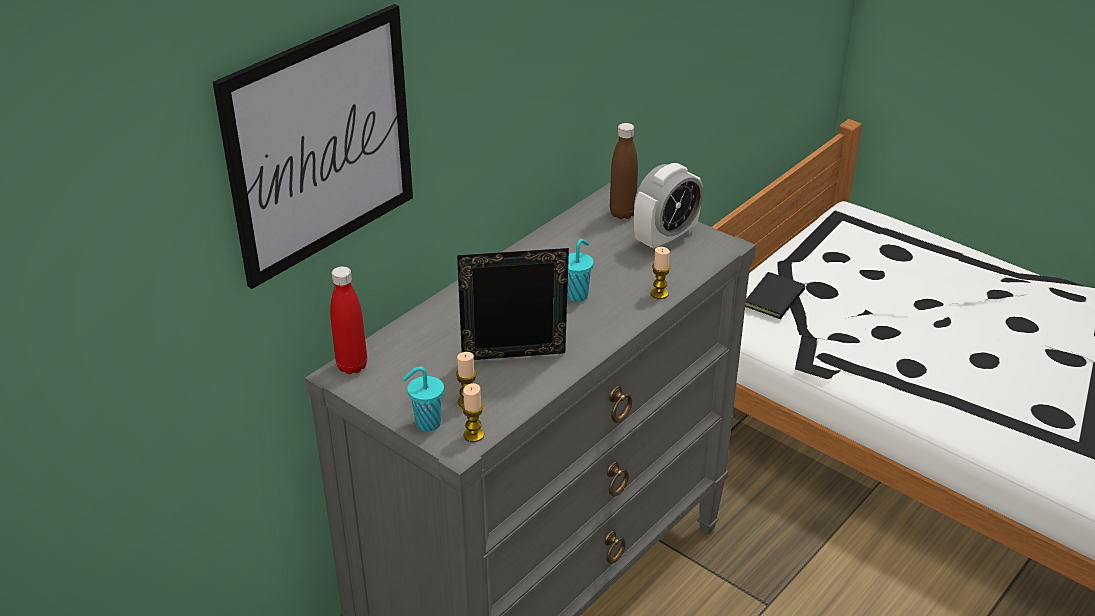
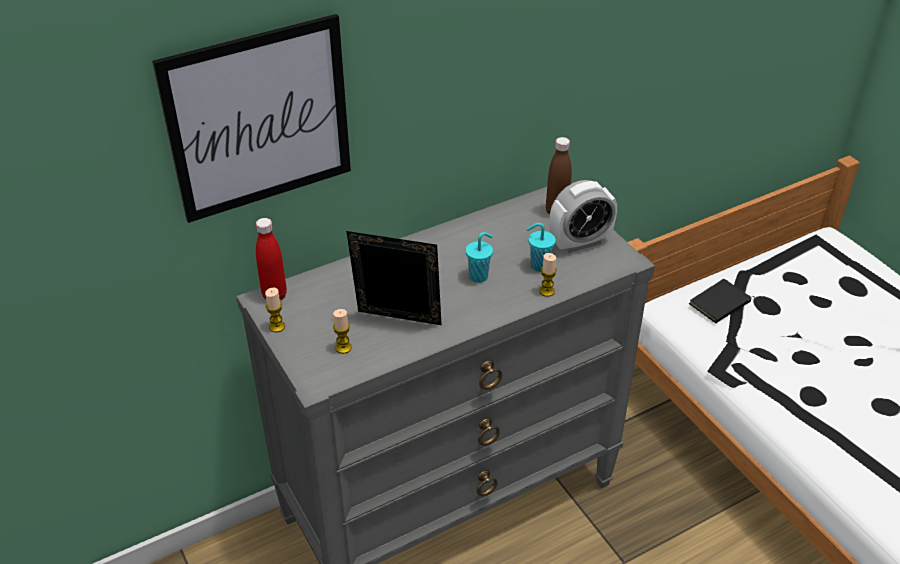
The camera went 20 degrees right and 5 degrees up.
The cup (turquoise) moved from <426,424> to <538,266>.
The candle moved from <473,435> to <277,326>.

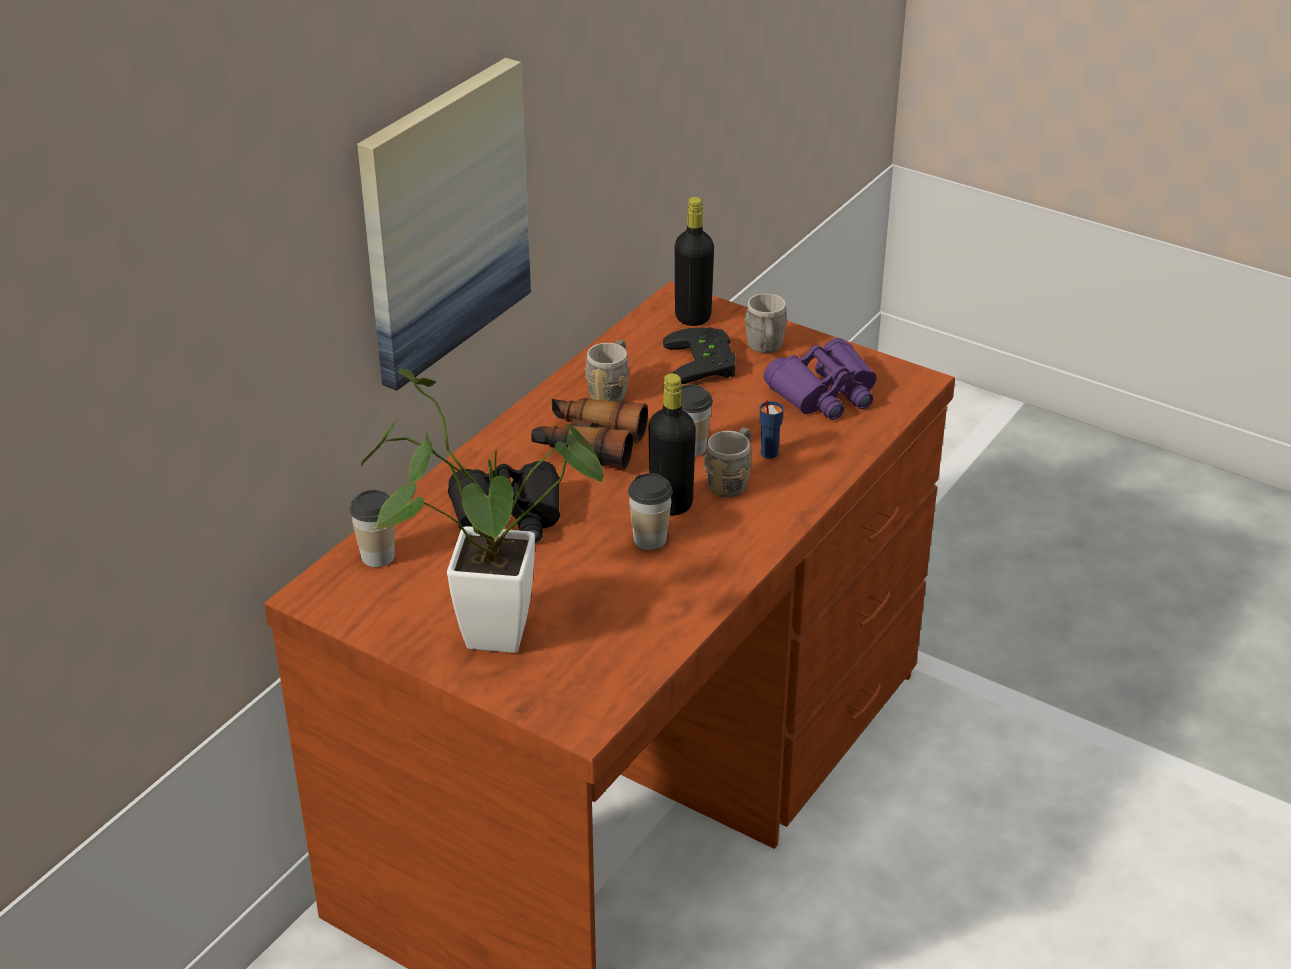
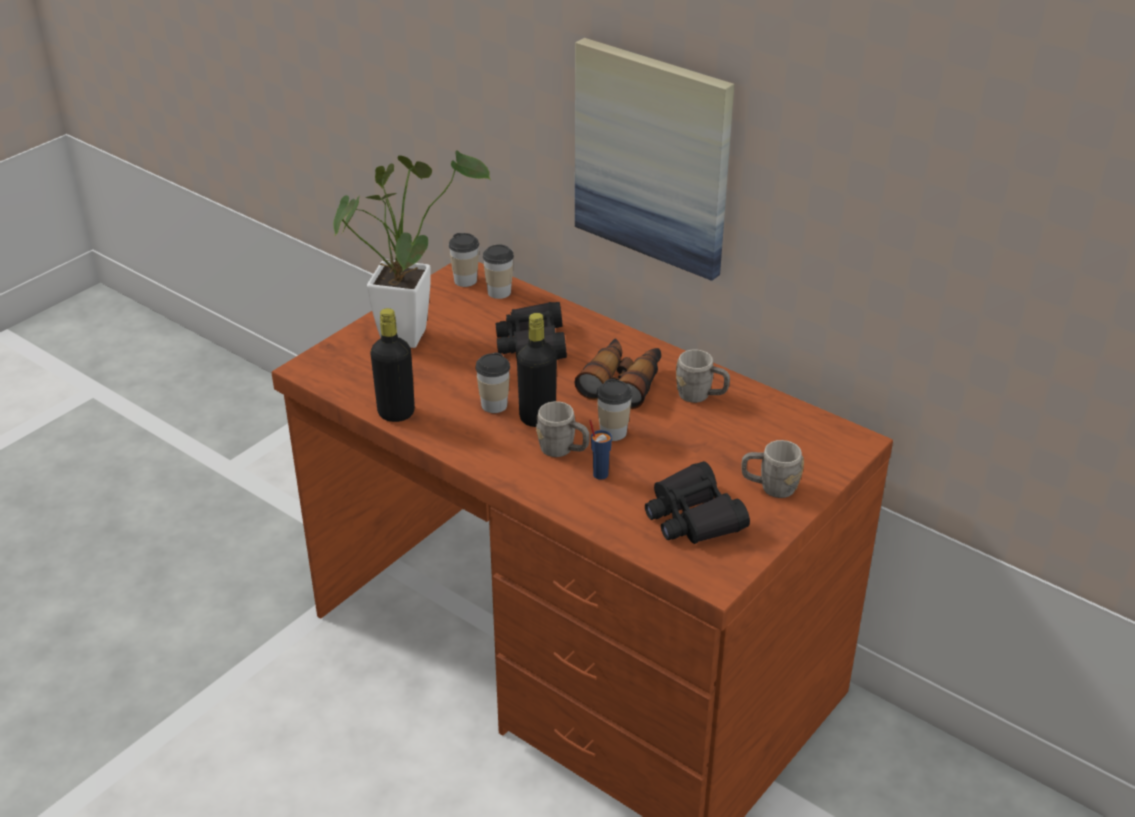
The camera went 95 degrees right and 0 degrees up.
The bottle (black) moved from <693,317> to <396,413>.
The game controller (black) at <706,362> disappeared.
The binoculars (purple) at <824,393> became the binoculars (black) at <693,517>.
The cup at <465,280> appeared.

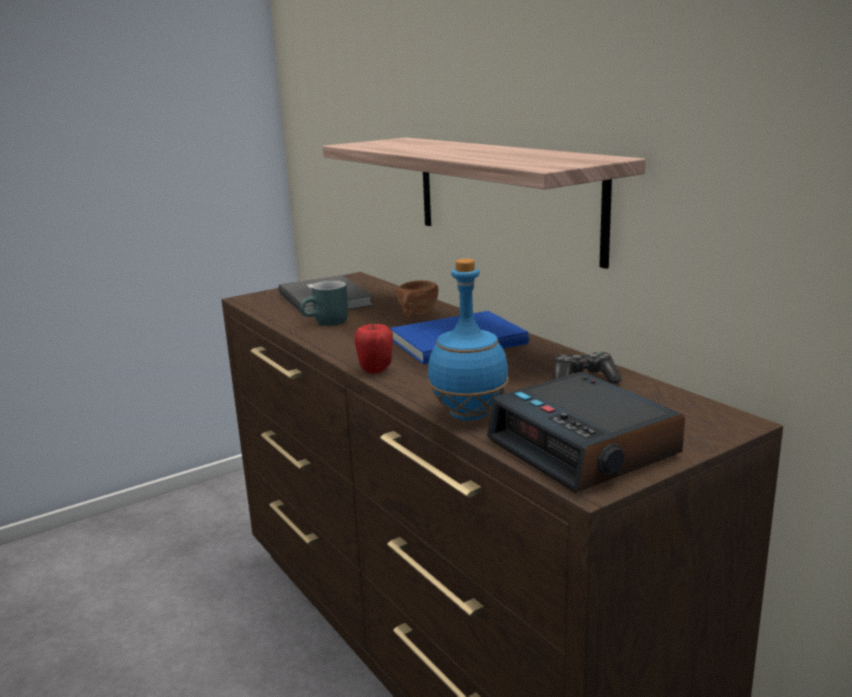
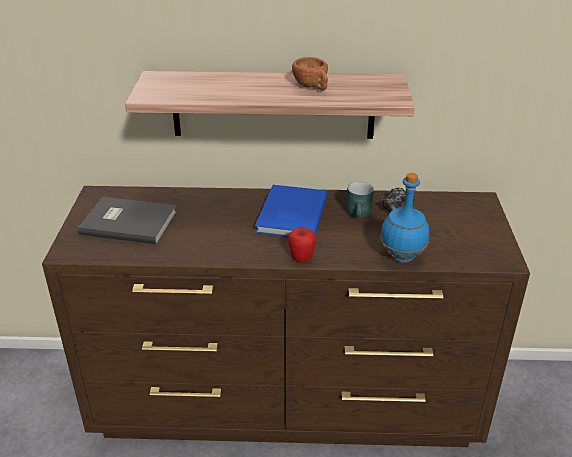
The camera went 55 degrees left and 15 degrees up.
The cup (brown) moved from <416,314> to <312,87>.
The mug (turquoise) moved from <327,323> to <360,215>.
The alarm clock at <585,448> disappeared.

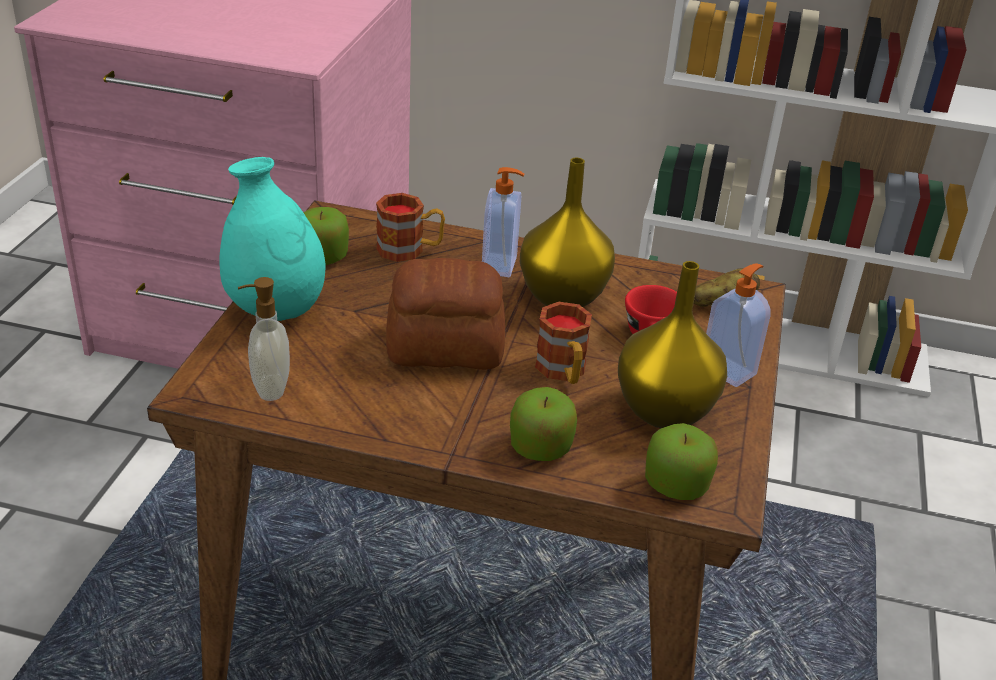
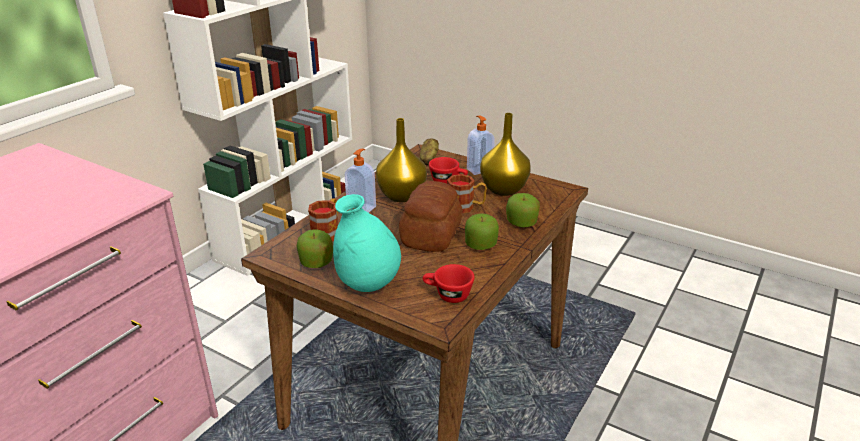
The camera went 70 degrees left and 5 degrees down.
The soap dispenser at <269,388> was replaced by the cup (red) at <447,295>.
The apple moved from <676,485> to <481,245>.

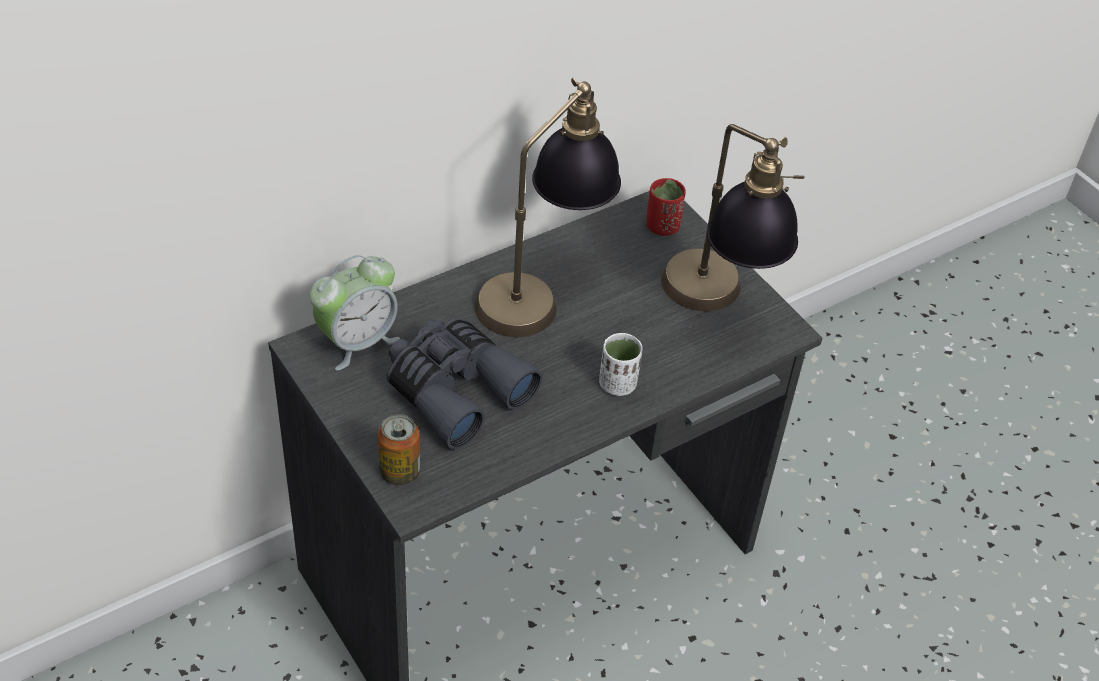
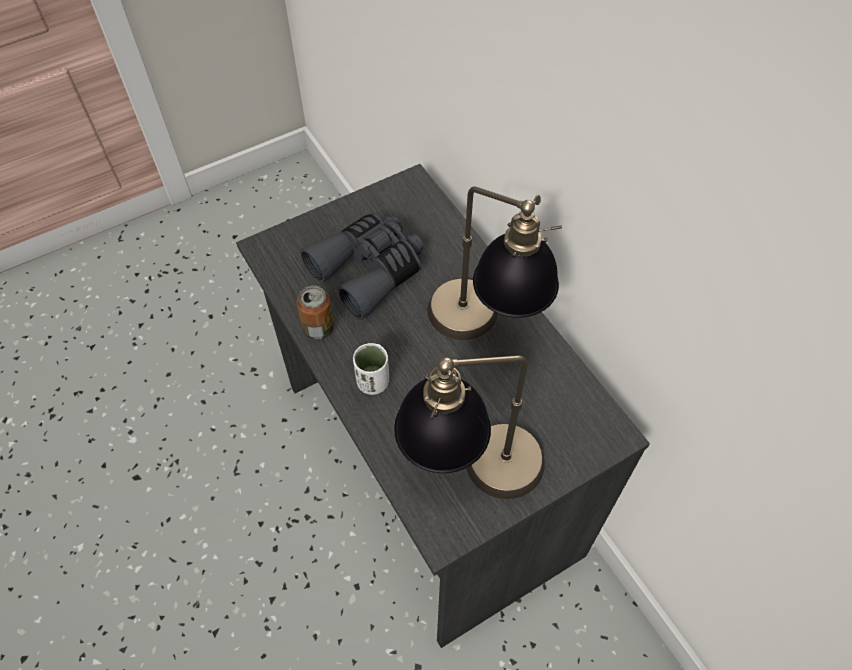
The camera went 95 degrees right and 10 degrees up.
The cup (red) at <662,226> disappeared.
The alarm clock at <357,342> disappeared.
The can moved from <399,472> to <318,328>.

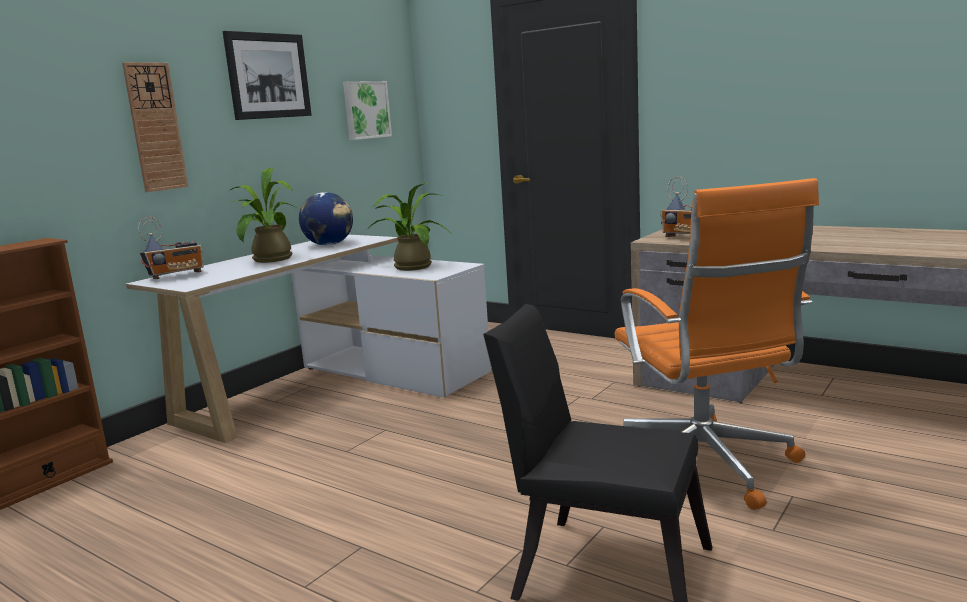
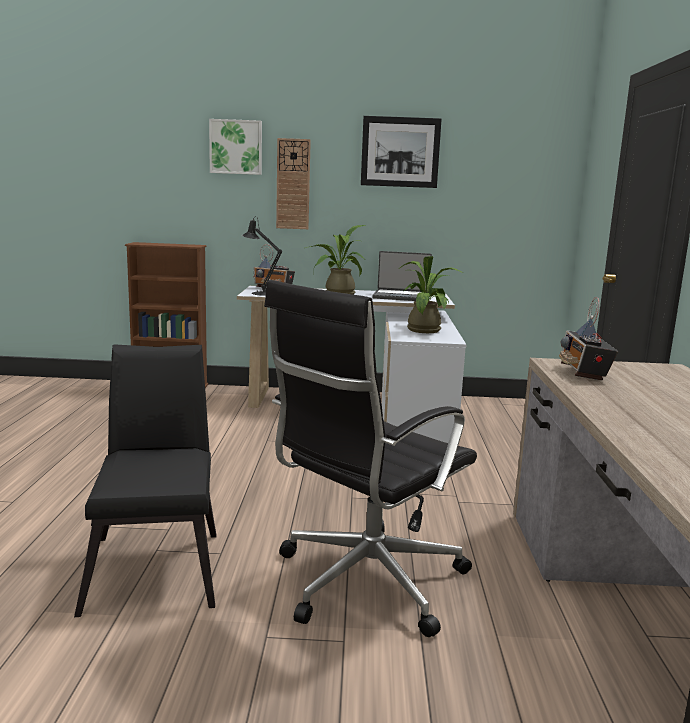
The camera went 55 degrees right and 0 degrees up.
The picture moved from <365,110> to <236,147>.
The office chair (orange) at <704,467> became the office chair (black) at <365,582>.
The globe at <329,245> was replaced by the laptop at <401,297>.
The table lamp (black) at <260,293> appeared.

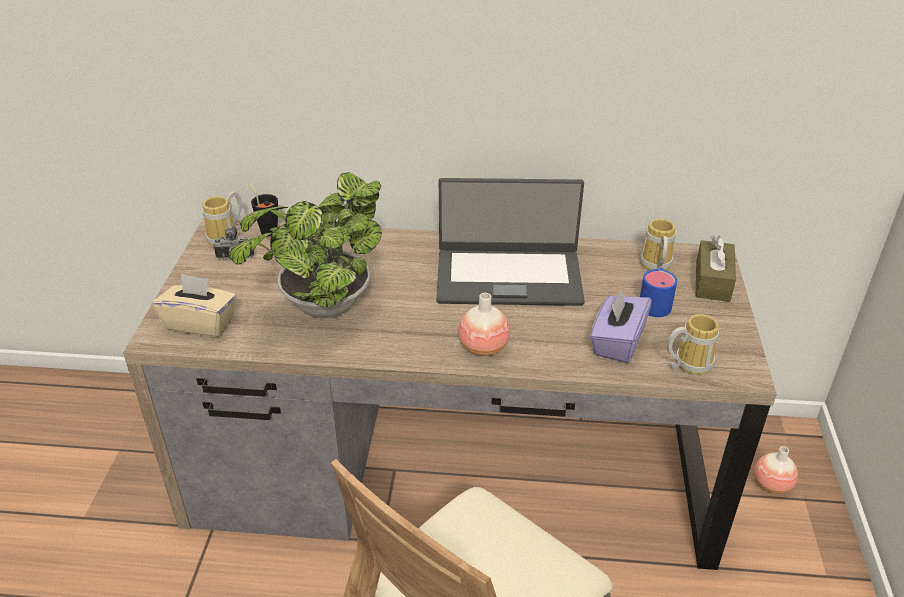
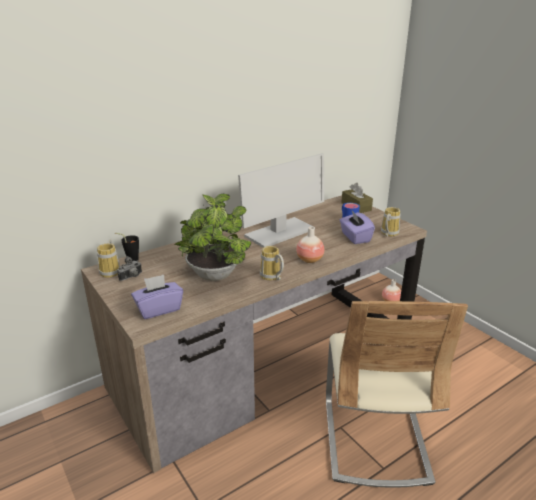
The camera went 40 degrees left and 10 degrees down.
The laptop at <508,276> was replaced by the monitor at <279,233>.
The mug moved from <654,266> to <271,277>.
The tissue box (beige) at <201,323> became the tissue box (purple) at <158,309>.

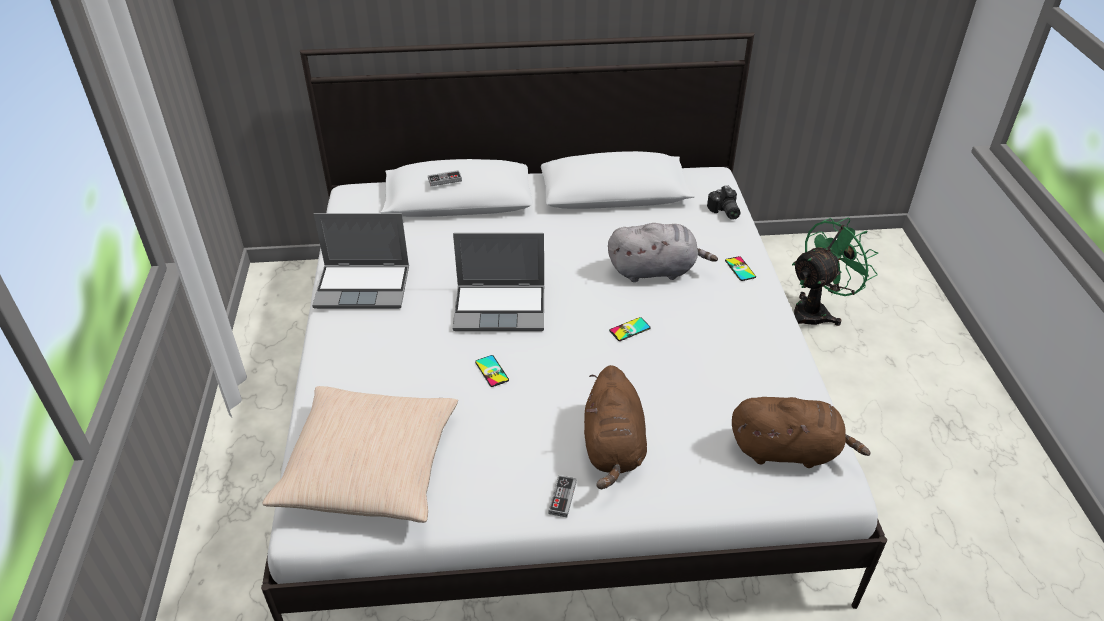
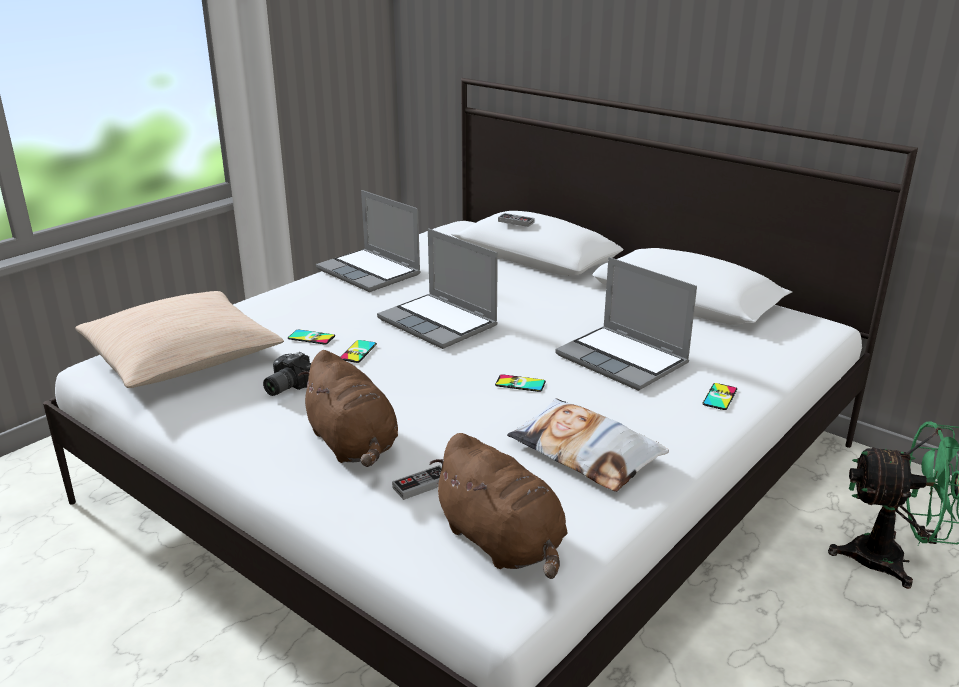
The camera went 45 degrees right and 15 degrees down.
The photo camera moved from <724,212> to <285,386>.
The plush toy (grey) at <655,270> was replaced by the laptop at <624,360>.
The plush toy (brown) at <613,448> turned 75 degrees counterclockwise.
The game controller moved from <562,497> to <421,485>.
The phone at <311,337> appeared.
The pillow at <585,453> appeared.

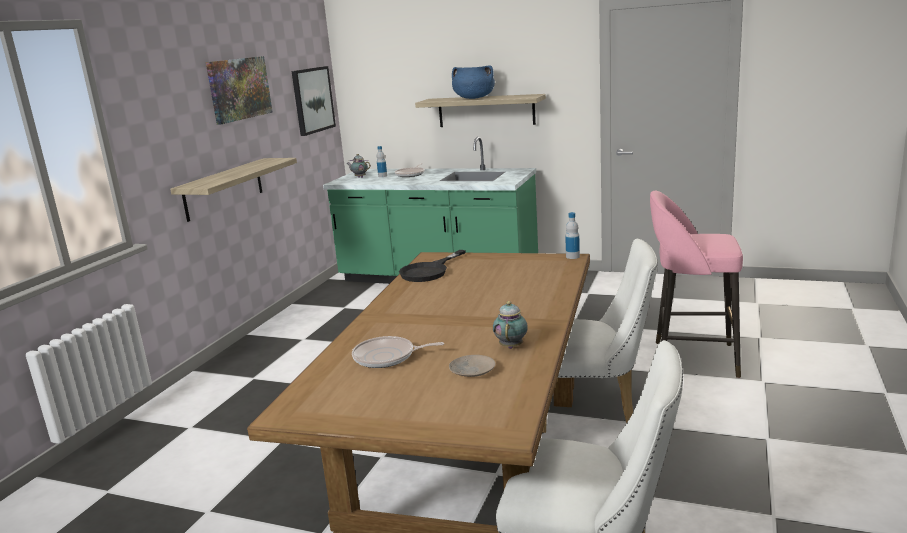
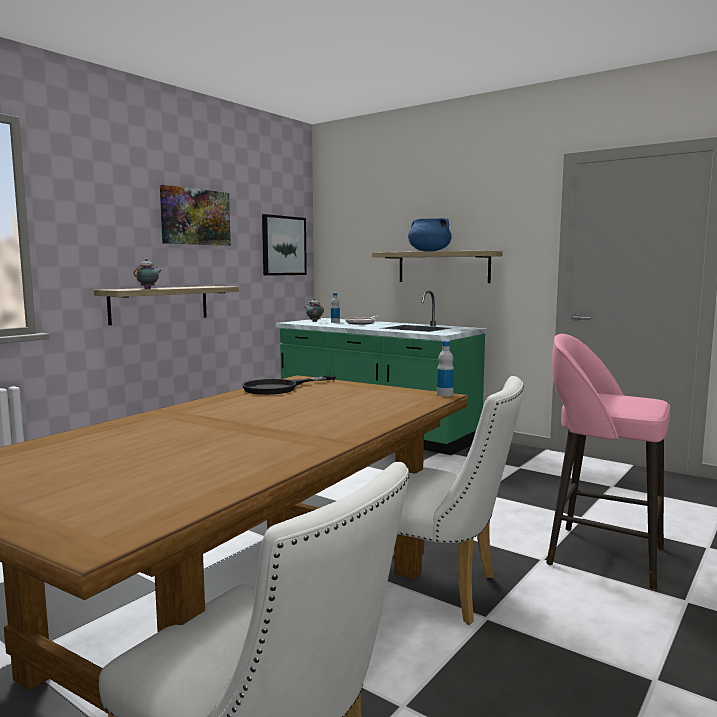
The camera went 15 degrees right and 10 degrees down.
The teapot moved from <511,346> to <148,288>.
The frying pan at <387,357> disappeared.
The plate (beige) at <471,371> disappeared.

